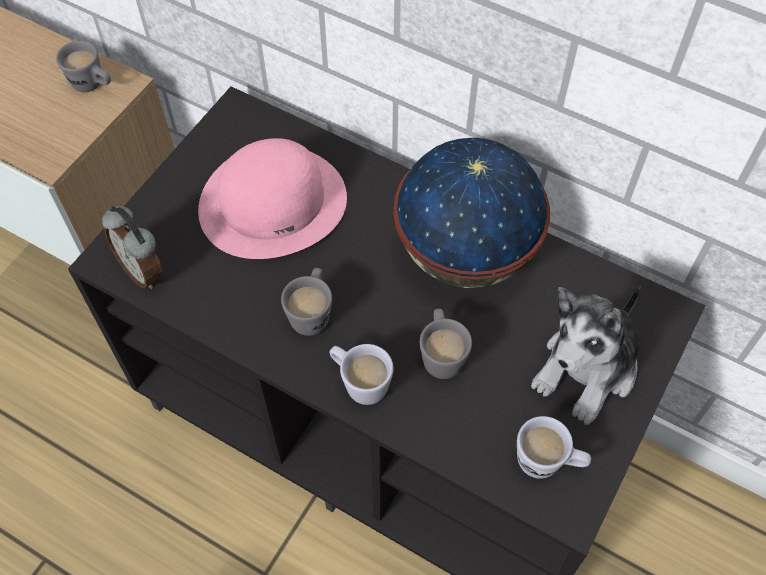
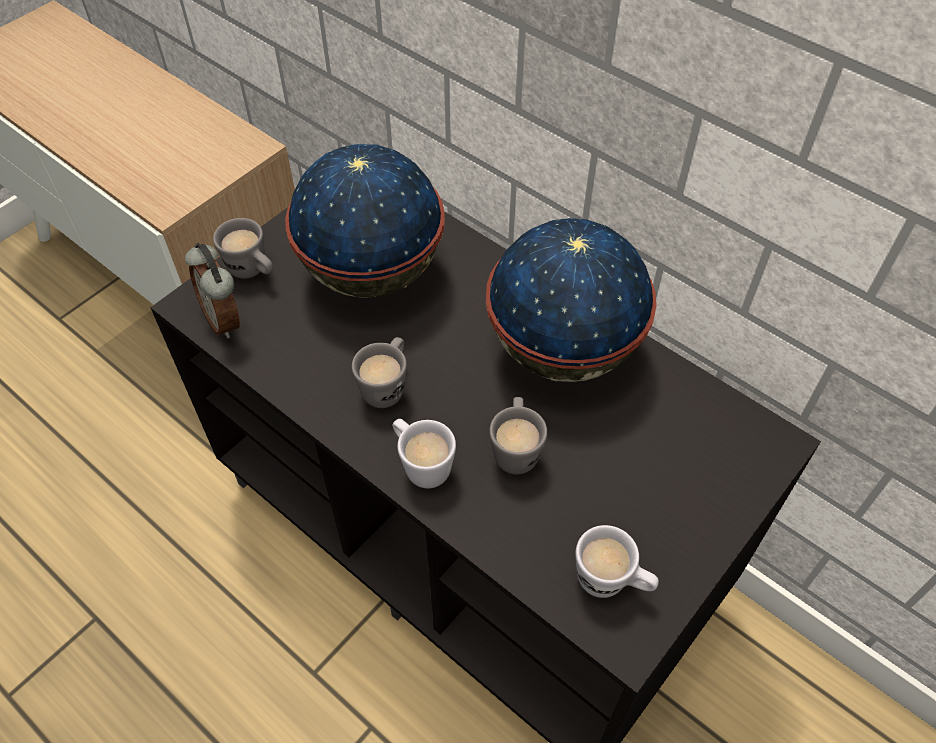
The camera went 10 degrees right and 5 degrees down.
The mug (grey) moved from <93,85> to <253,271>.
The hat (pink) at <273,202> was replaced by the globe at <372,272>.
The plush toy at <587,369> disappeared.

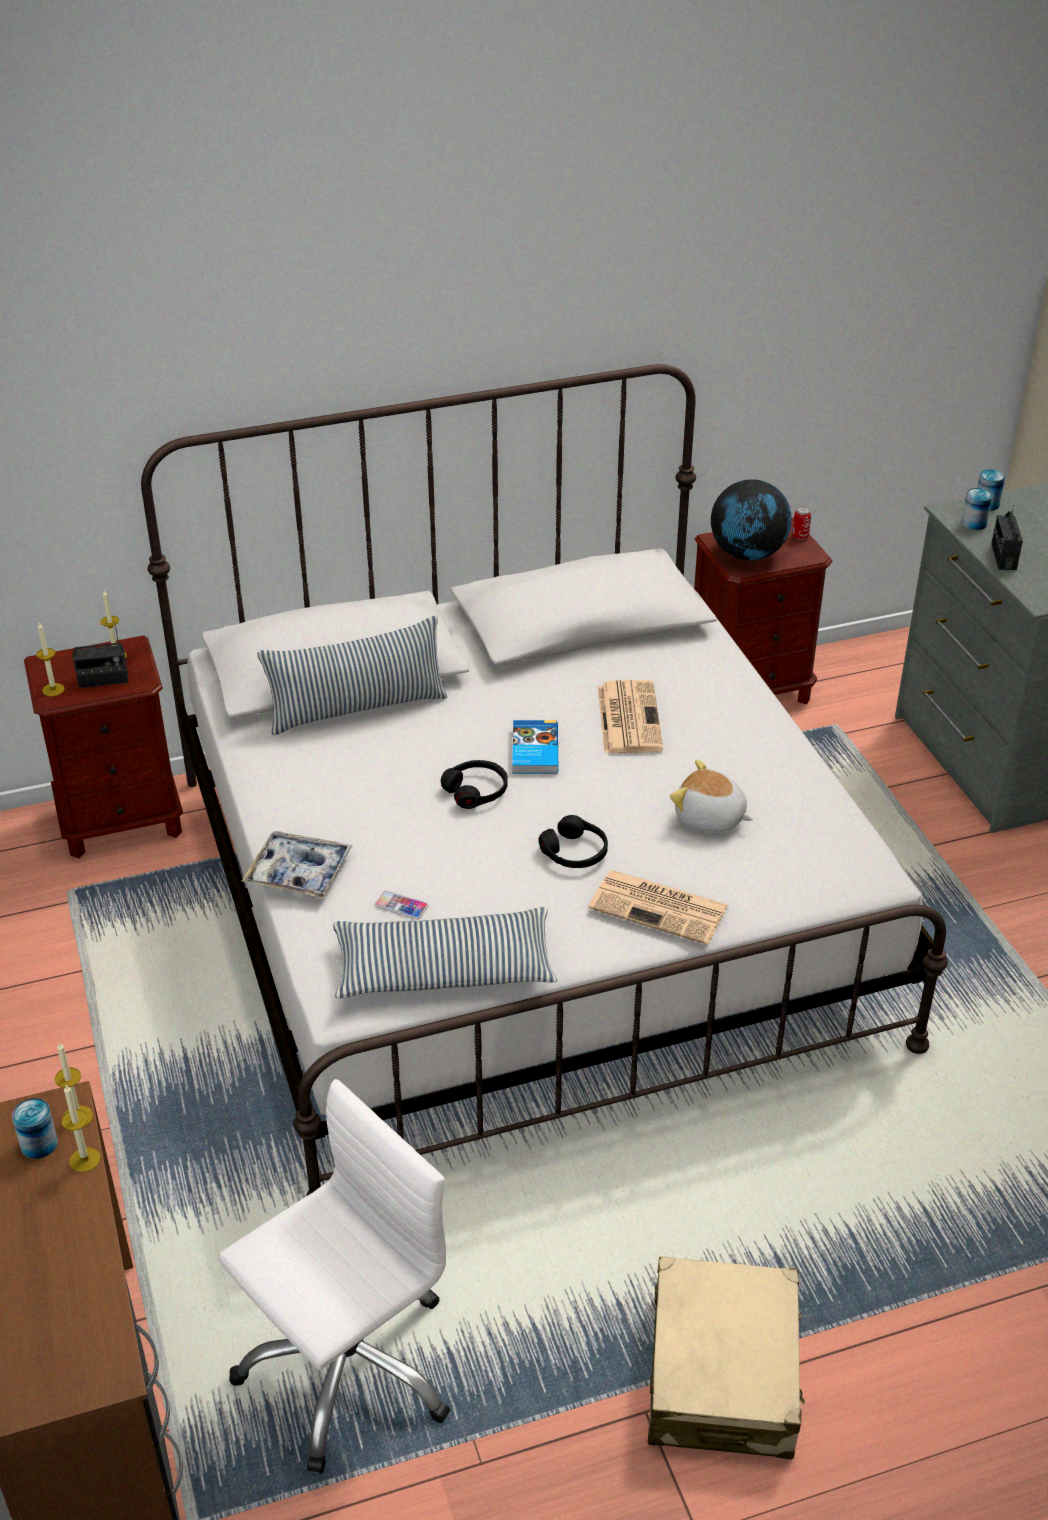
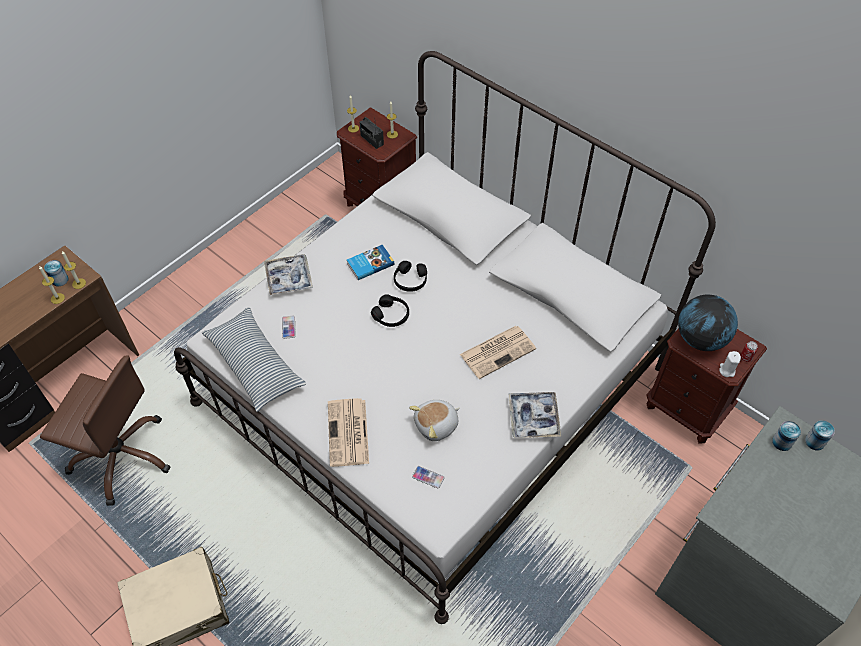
The camera went 60 degrees right and 15 degrees up.
The radio at <1003,557> disappeared.
The pillow at <357,708> disappeared.
The book moved from <533,751> to <370,264>.
The plush toy at <709,818> turned 120 degrees counterclockwise.
The headphones (black) moved from <575,852> to <410,280>.
The office chair (white) at <347,1366> became the office chair (brown) at <122,456>.
The candle (white) at <727,370> appeared.
The tray at <533,418> appeared.
The phone at <428,477> appeared.

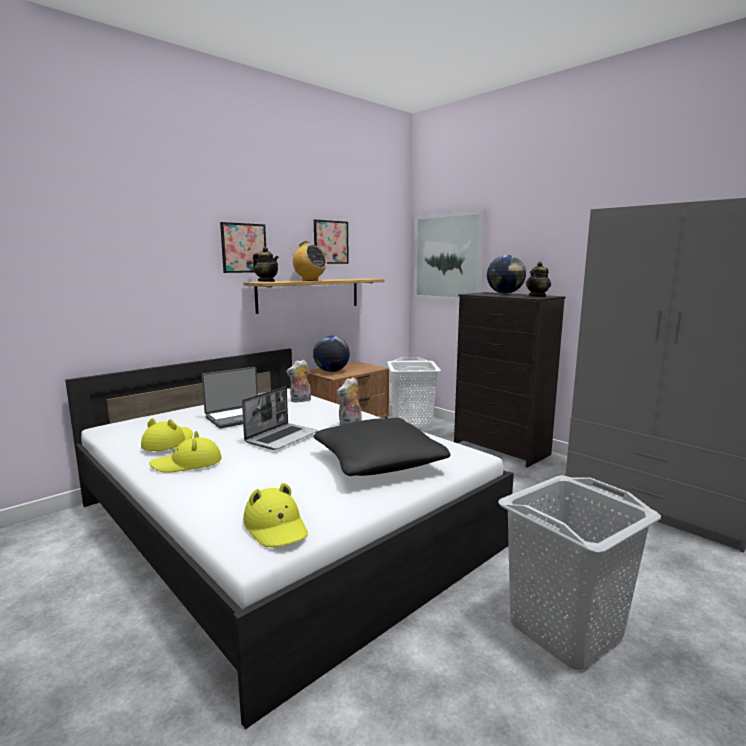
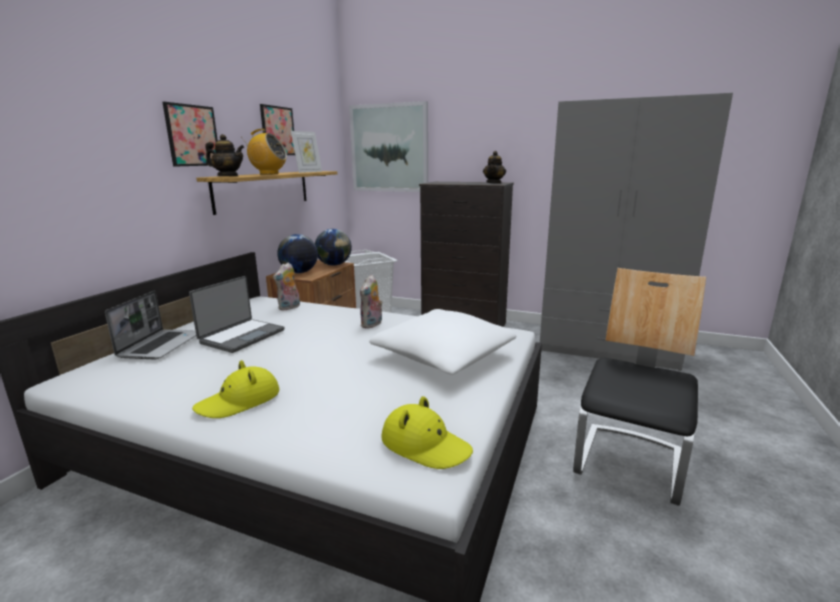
The camera went 25 degrees left and 5 degrees up.
The globe moved from <505,293> to <334,265>.
The laptop moved from <282,437> to <161,345>.
The hat (yellow) at <168,442> disappeared.
The pillow (black) at <378,463> became the pillow (white) at <443,357>.
The laundry basket (grey) at <566,630> was replaced by the chair at <630,463>.
The picture frame at <308,172> appeared.

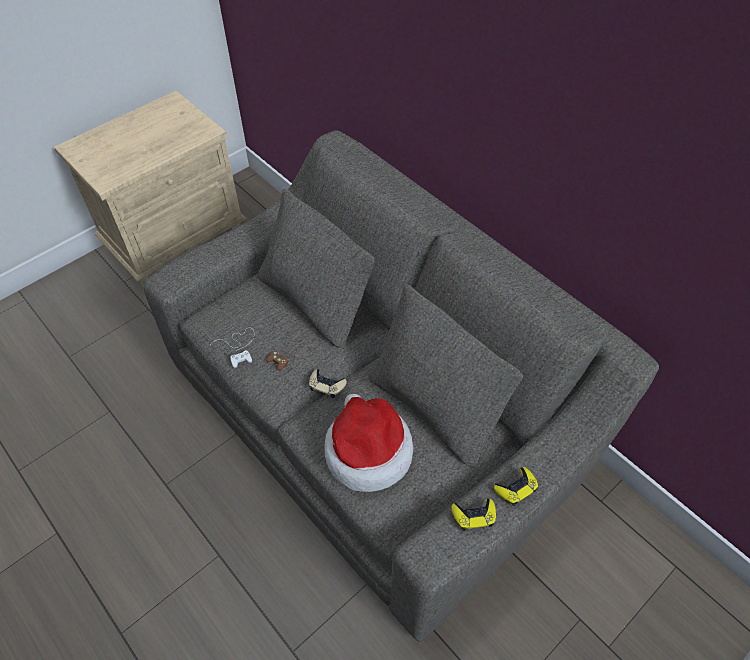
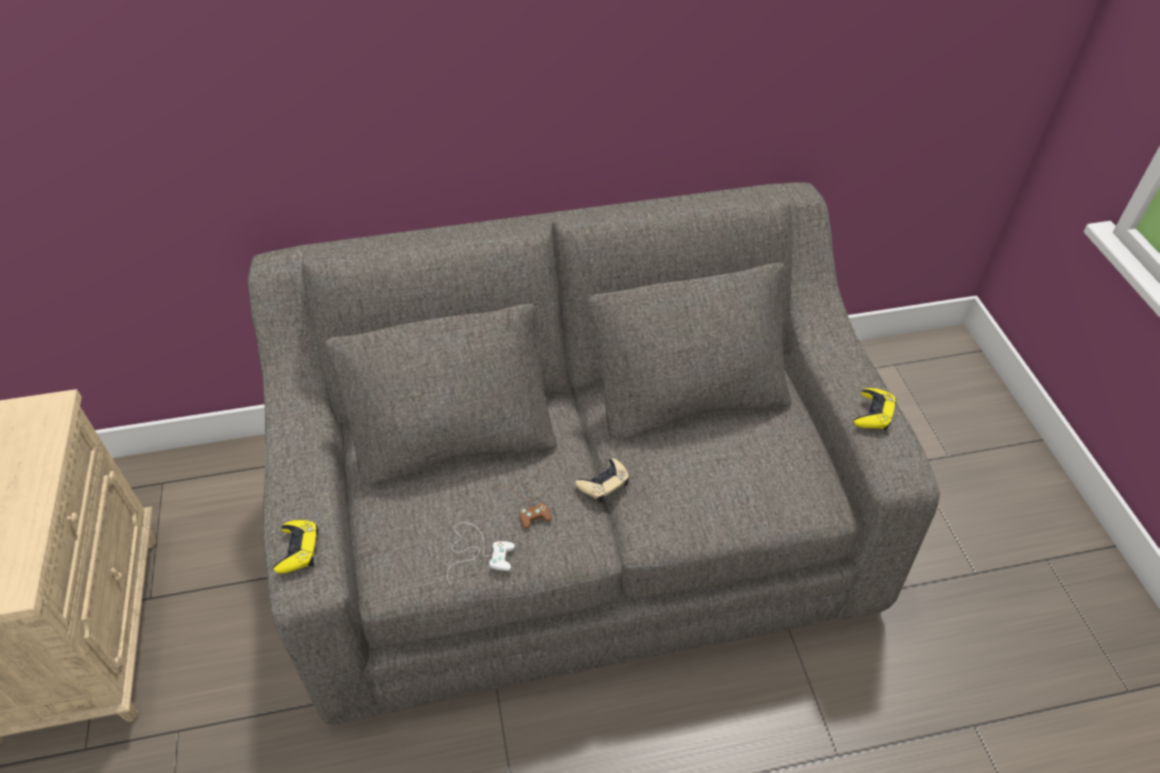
The camera went 60 degrees left and 5 degrees down.
The hat at <367,451> disappeared.
The game controller (yellow) moved from <516,488> to <298,549>.

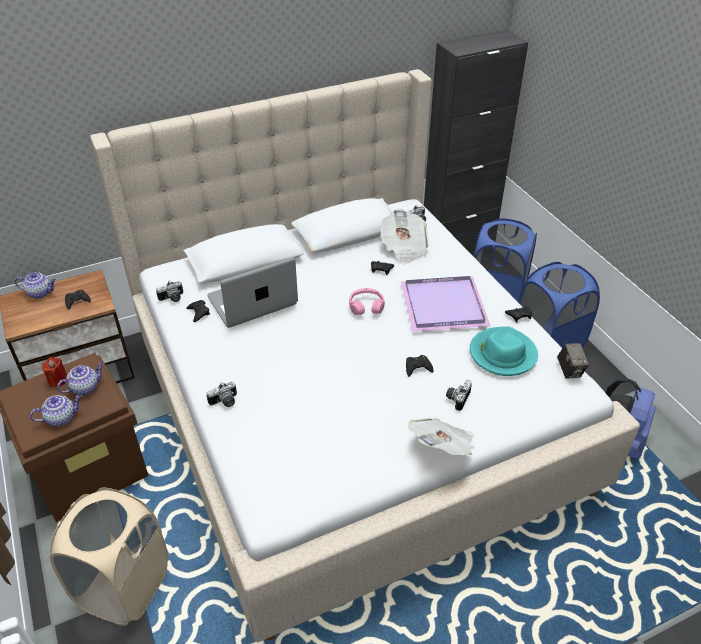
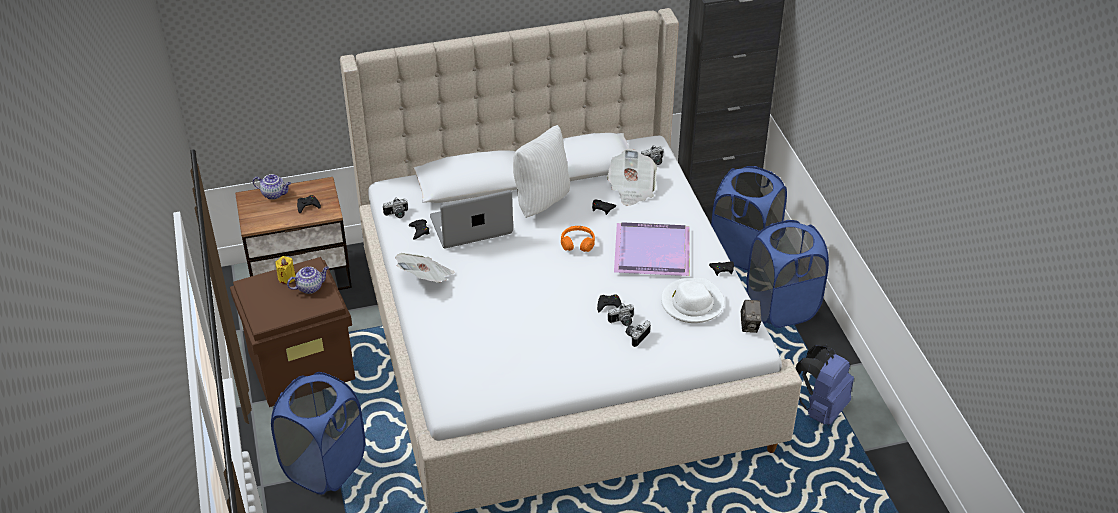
The camera went 10 degrees right and 0 degrees up.
The headphones (pink) at <366,306> became the headphones (orange) at <577,243>.
The hat (turquoise) at <502,354> became the hat (white) at <692,303>.
The candle (red) at <58,380> became the candle (yellow) at <286,277>.
The photo camera moved from <225,402> to <622,322>.
The teapot at <61,418> disappeared.
The newspaper moved from <442,447> to <426,278>.
The laundry basket (beige) at <124,587> became the laundry basket (blue) at <325,466>.
The pillow (white) at <541,201> appeared.

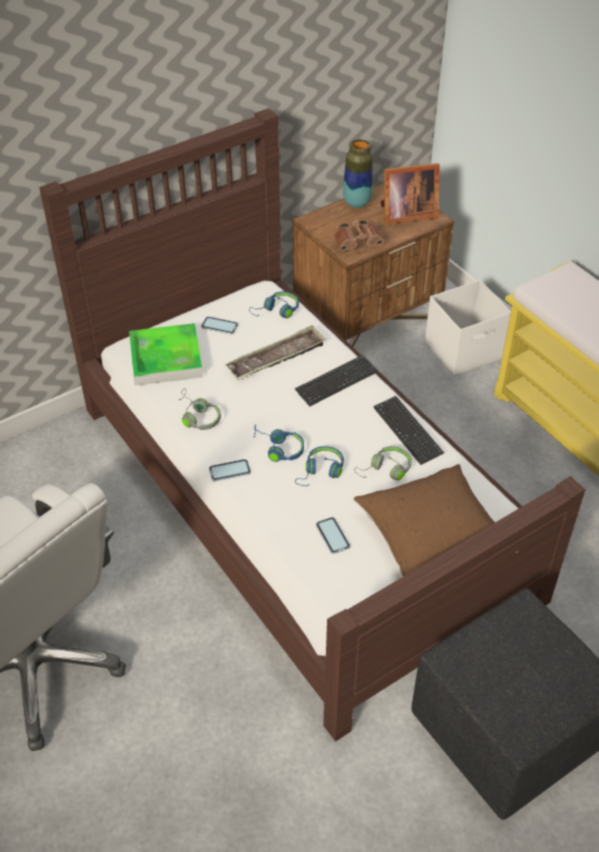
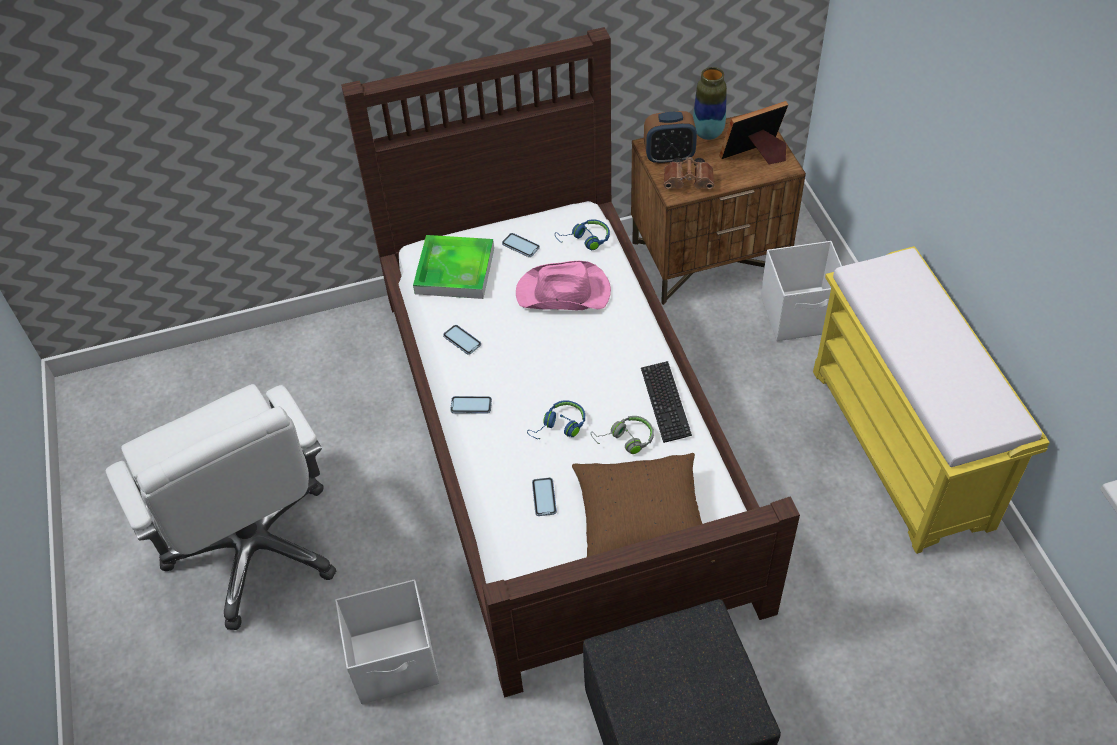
The camera went 20 degrees right and 5 degrees up.
The picture frame at <405,214> turned 150 degrees clockwise.
The tray at <276,358> was replaced by the hat (pink) at <564,293>.
The keyboard at <336,382> disappeared.
The headphones (grey) at <197,416> was replaced by the phone at <462,340>.
The headphones (blue) at <278,448> disappeared.
The alarm clock at <669,157> appeared.
The storage box (white) at <395,661> appeared.

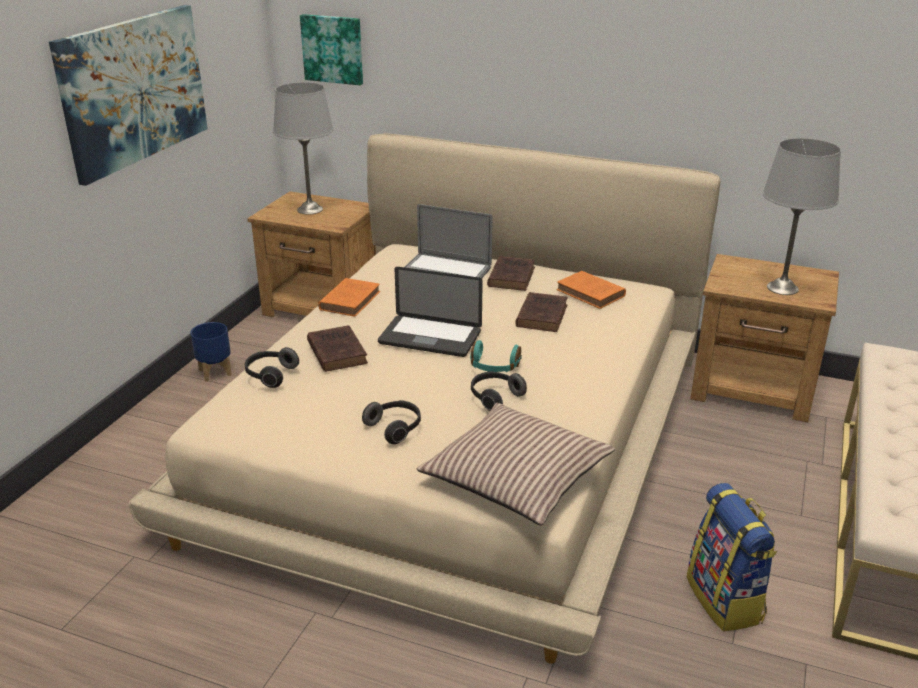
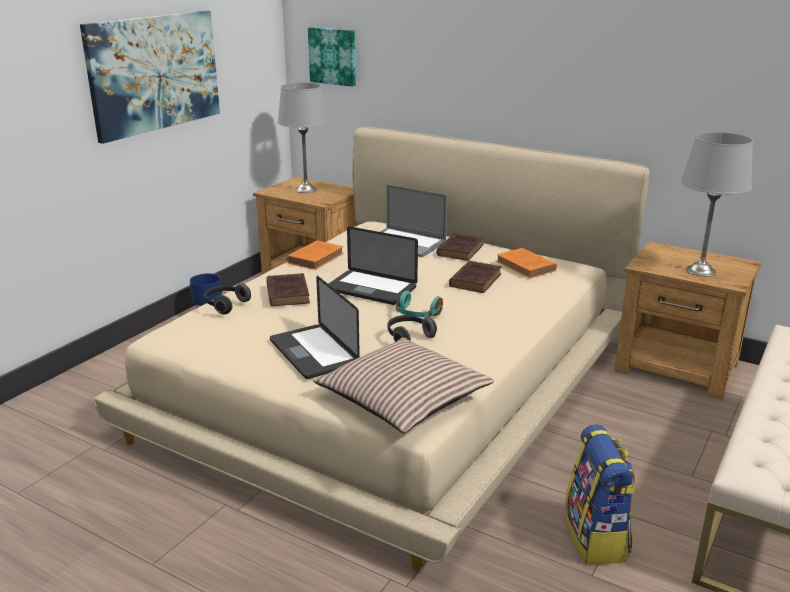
The camera went 10 degrees right and 5 degrees down.
The headphones at <395,428> was replaced by the laptop at <313,352>.

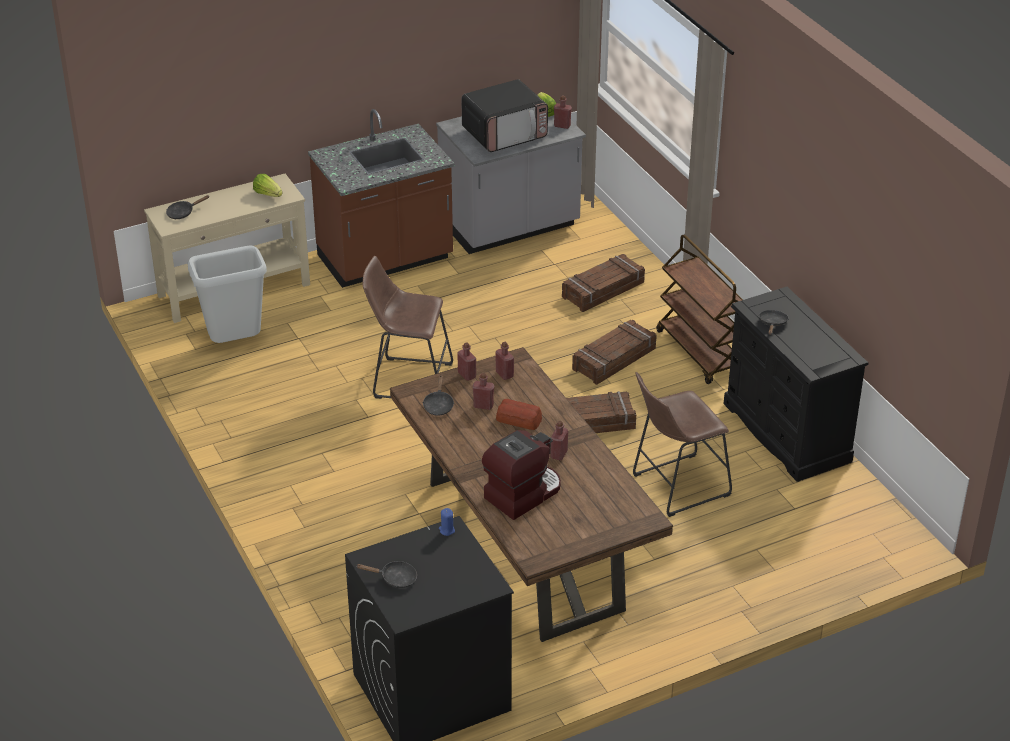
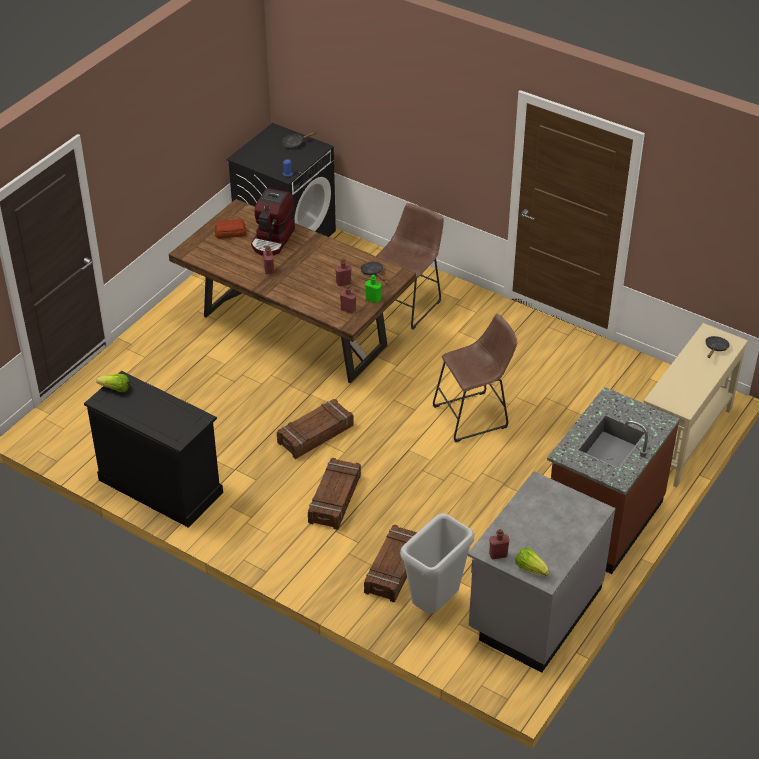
The camera went 150 degrees right and 5 degrees up.
The microwave at <505,133> disappeared.
The lettuce moved from <268,194> to <115,389>.
The cart (brown) at <701,352> disappeared.
The trash can (grey) moved from <235,344> to <434,603>.
The frying pan (black) at <772,324> disappeared.
The bottle (red) at <467,375> became the bottle (green) at <373,299>.
The stool (brown) moved from <676,486> to <408,304>.
The bread moved from <519,420> to <230,232>.

